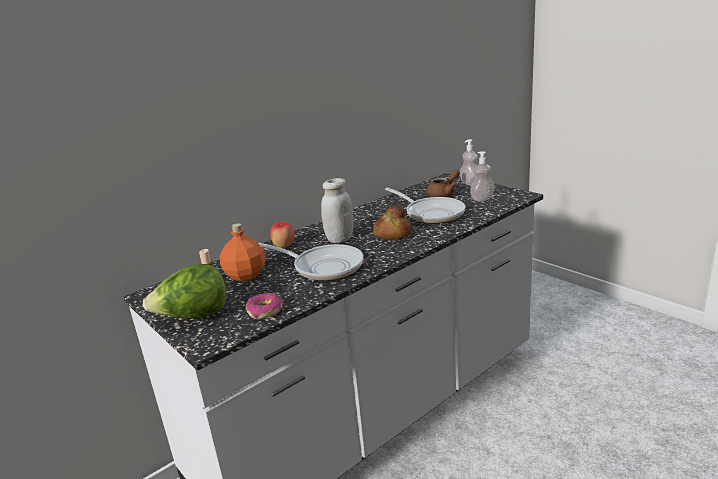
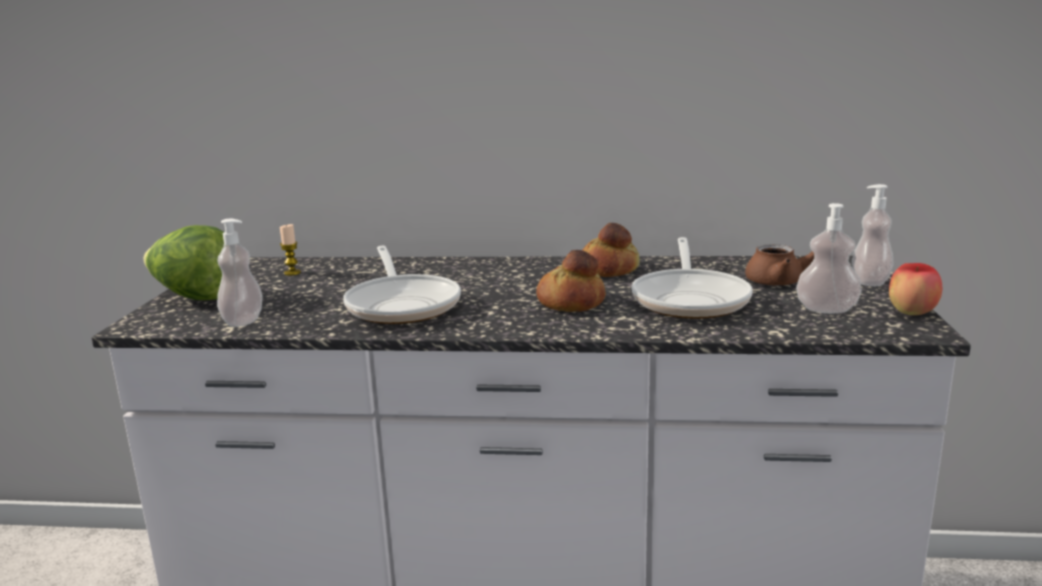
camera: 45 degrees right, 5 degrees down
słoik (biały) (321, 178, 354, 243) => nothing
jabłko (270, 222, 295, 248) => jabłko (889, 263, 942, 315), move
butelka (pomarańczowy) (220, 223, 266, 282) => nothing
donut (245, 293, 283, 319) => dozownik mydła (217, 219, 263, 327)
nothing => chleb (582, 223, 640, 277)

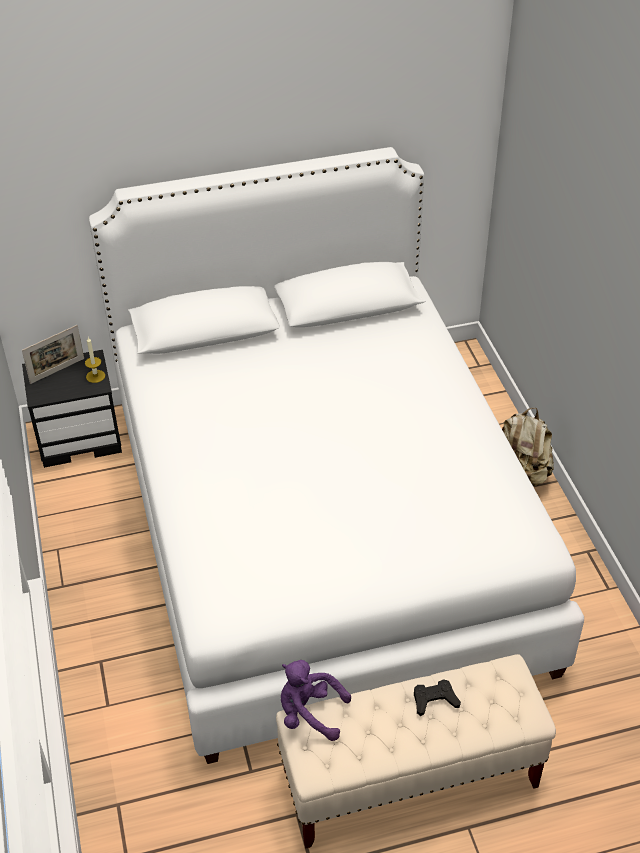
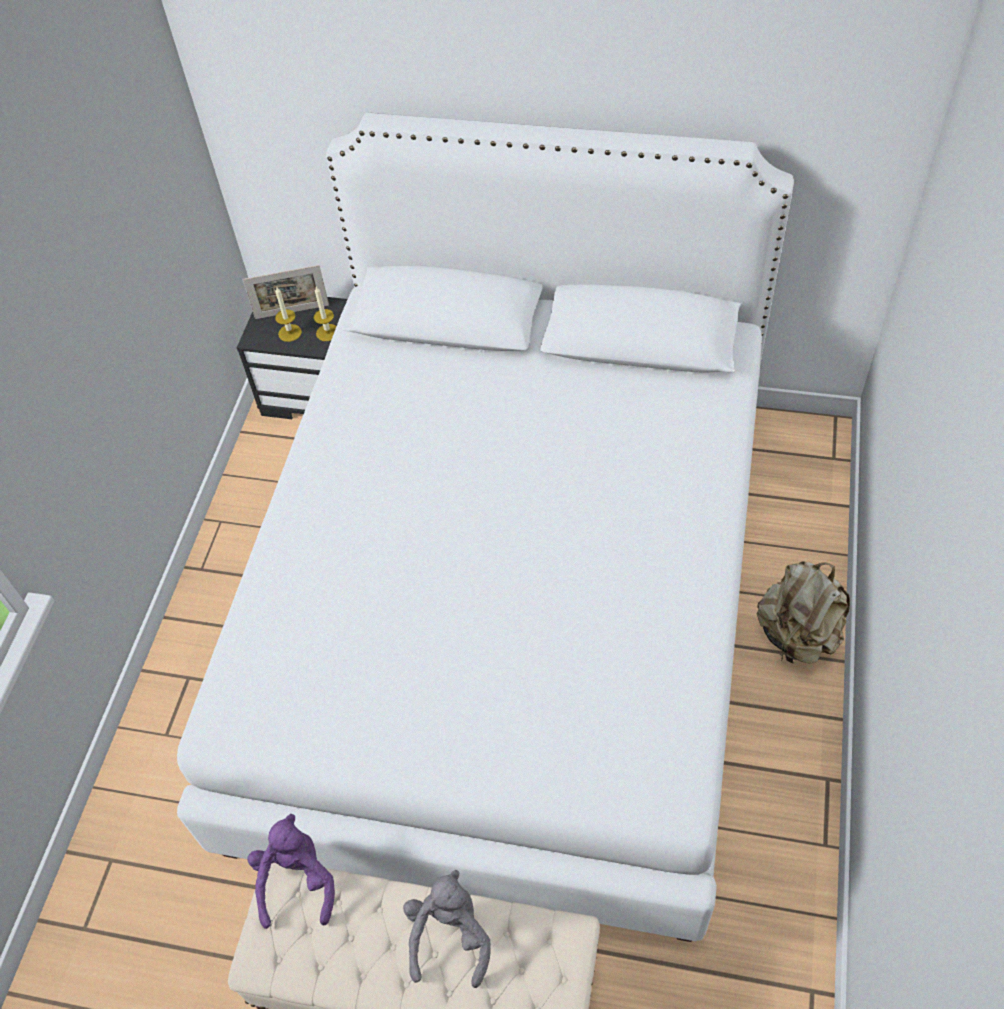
camera: 30 degrees right, 10 degrees up
pluszak (fioletowy) (281, 660, 351, 741) => pluszak (fioletowy) (247, 814, 335, 929), 45 degrees clockwise
pad do gier (czarny) (414, 680, 461, 716) => pluszak (szary) (403, 869, 491, 988)
nothing => świeca (275, 287, 302, 342)

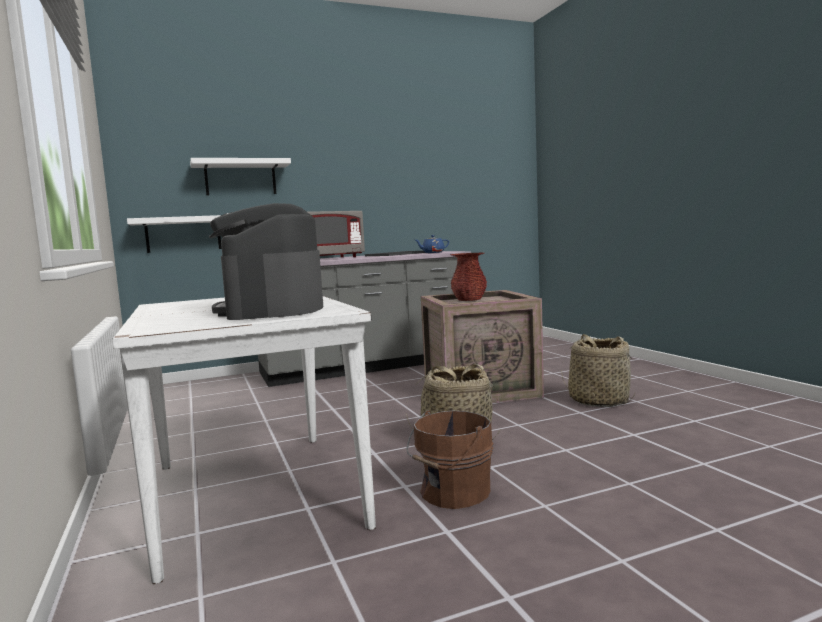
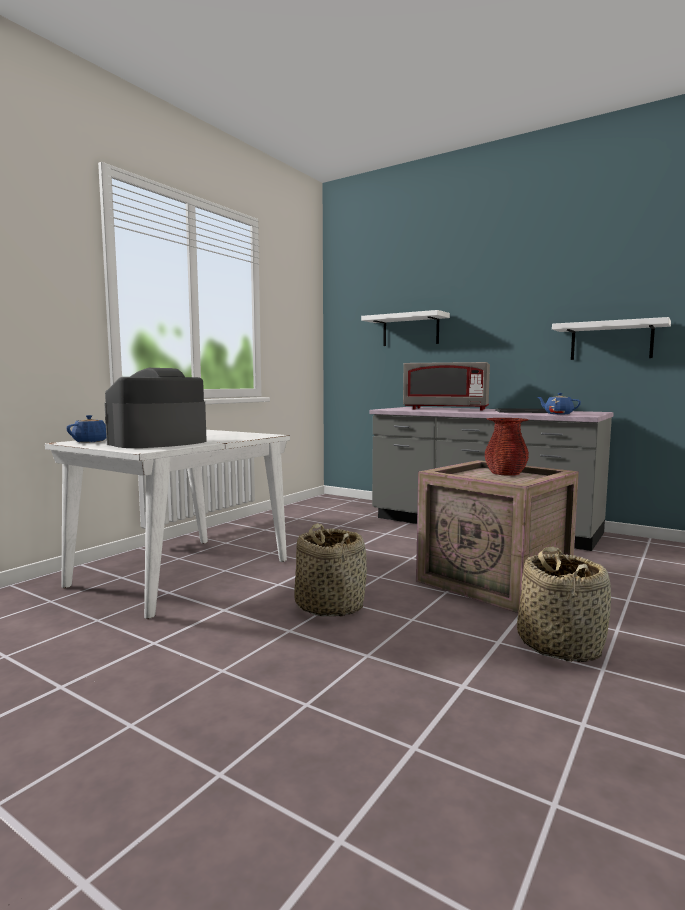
camera: 55 degrees right, 0 degrees up
półka (biały) (127, 215, 222, 253) => półka (biały) (552, 317, 671, 360), move
wiadro (brązowy) (406, 410, 494, 509) => nothing
nothing => imbryk (niebieski) (66, 415, 106, 442)

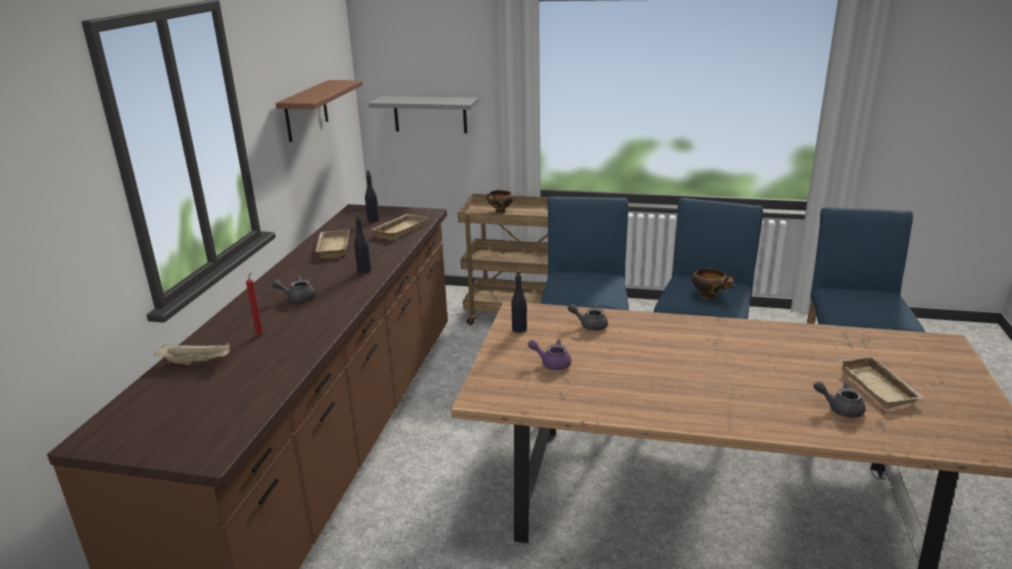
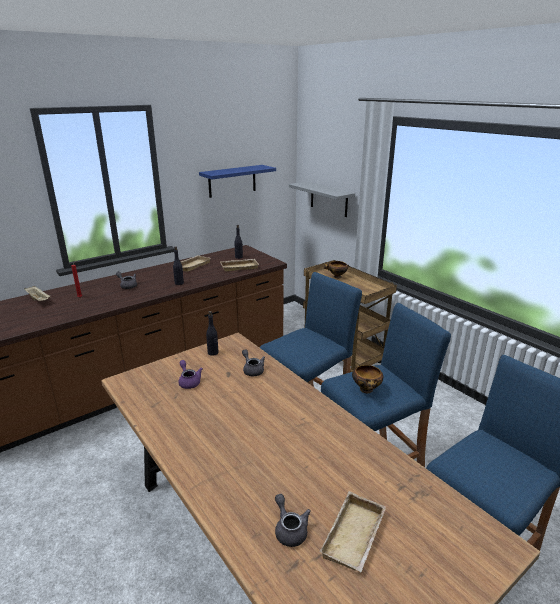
camera: 40 degrees right, 0 degrees up
półka (brązowy) (275, 80, 363, 142) => półka (niebieski) (199, 165, 276, 198)

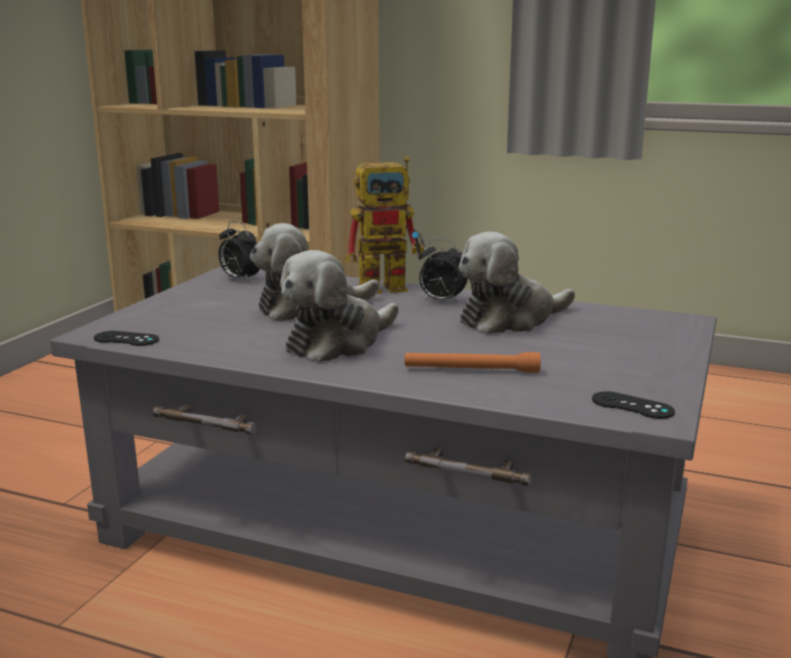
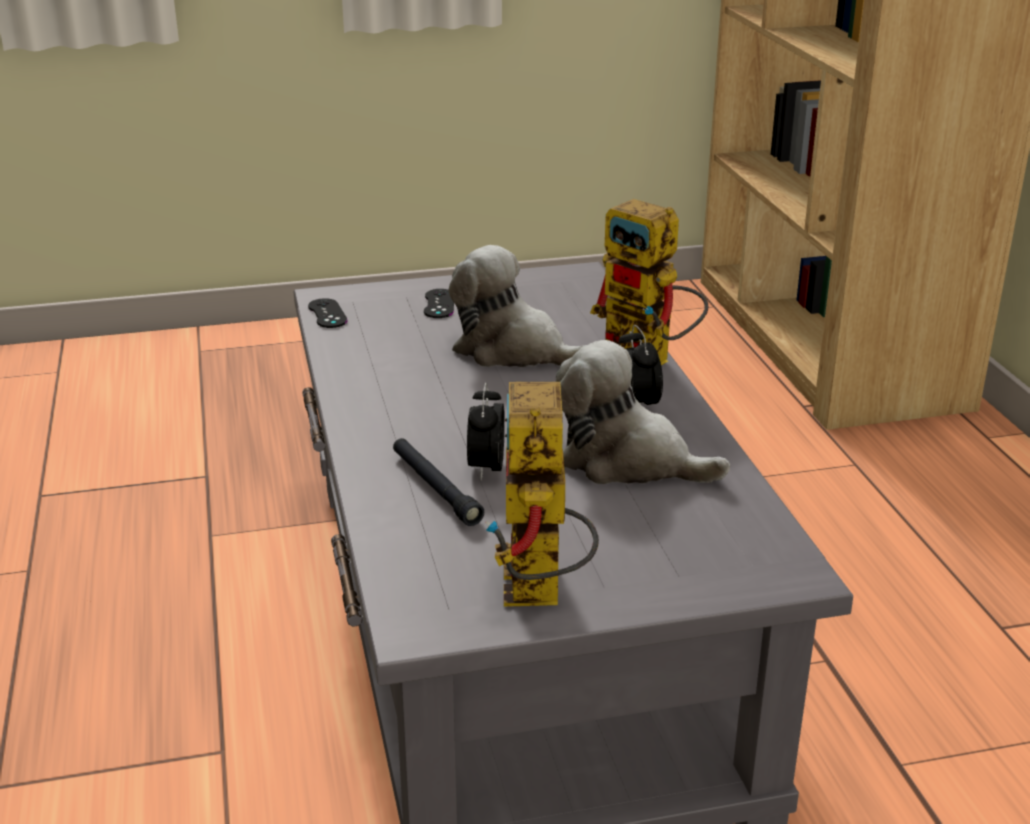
camera: 55 degrees right, 10 degrees up
budzik (219, 221, 259, 281) => budzik (467, 382, 505, 481), move
pluszak (280, 250, 399, 363) => nothing
latarka (pomarańczowy) (404, 352, 541, 373) => latarka (czarny) (393, 438, 484, 526)
pad do gier (czarny) (592, 391, 675, 419) => pad do gier (czarny) (424, 289, 454, 318), move
nothing => robot zabawkowy (485, 382, 599, 607)

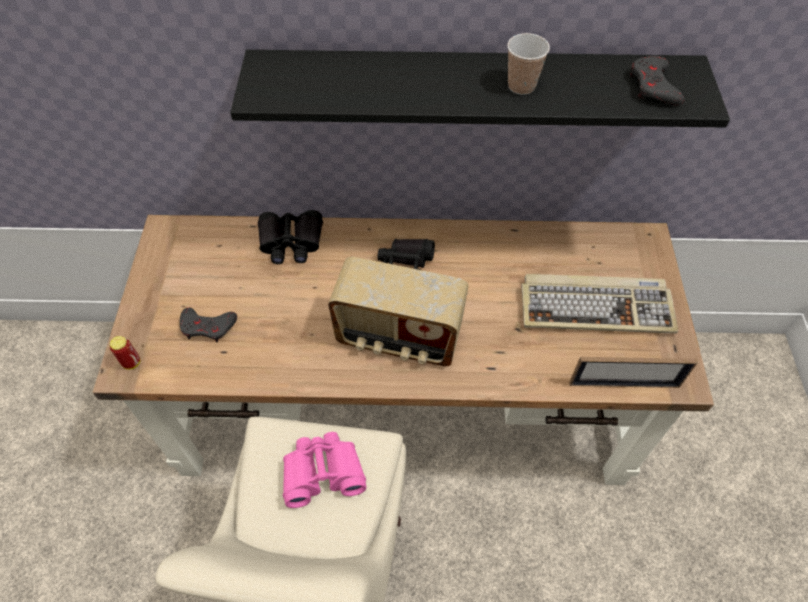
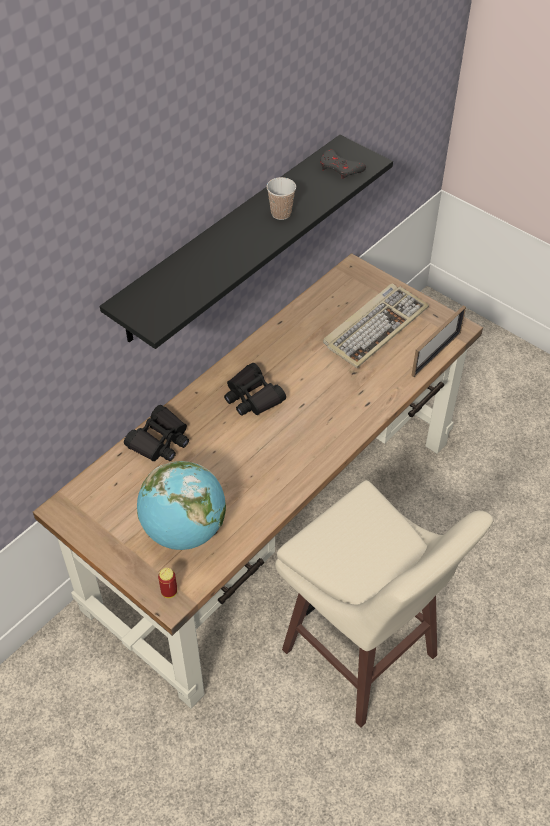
camera: 50 degrees left, 5 degrees down
radio (328, 257, 469, 366) => nothing
pad do gier (szary) (180, 307, 237, 342) => globus (137, 461, 226, 550)
lornetka (różowy) (283, 432, 366, 508) => nothing

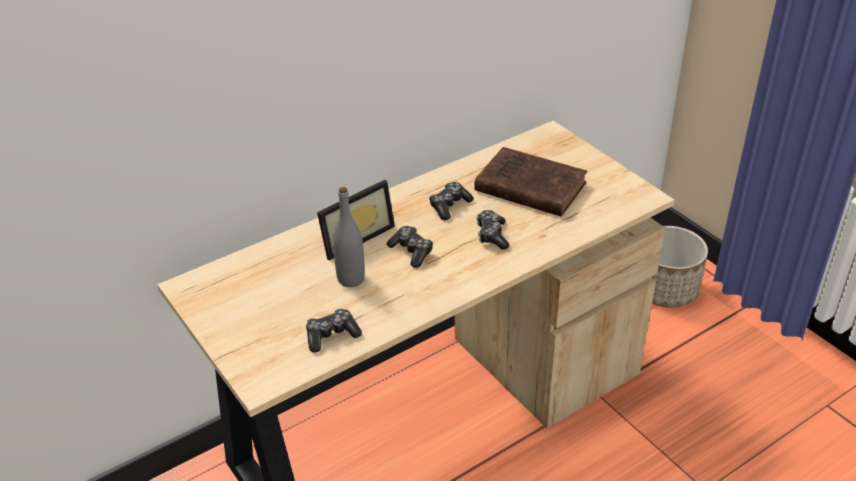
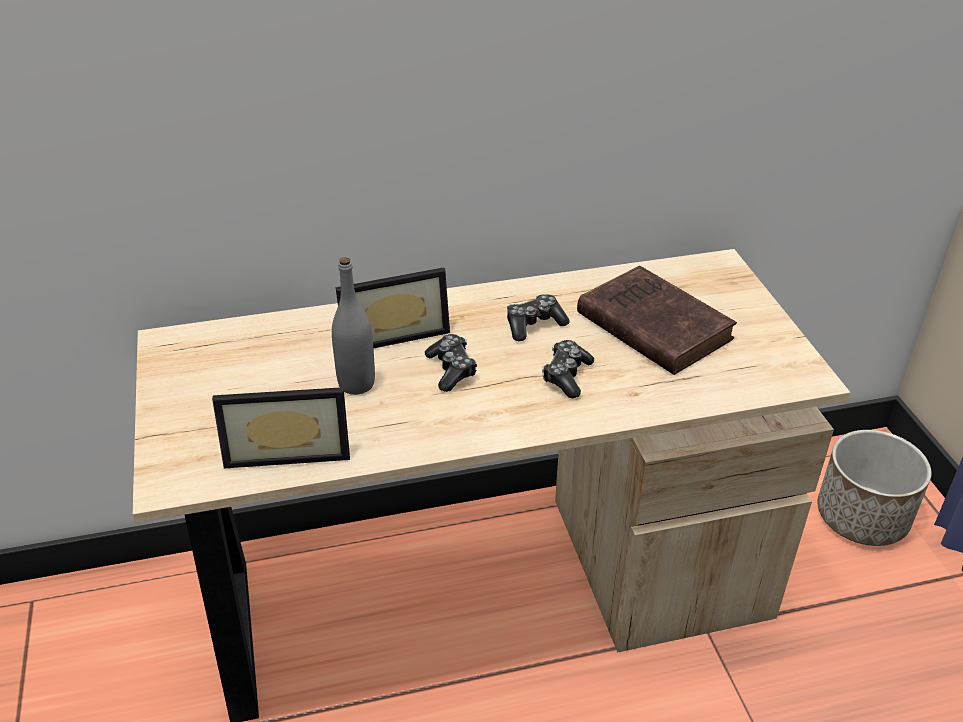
camera: 20 degrees right, 0 degrees up
pad do gier (306, 308, 362, 353) => ramka na zdjęcie (212, 387, 350, 469)

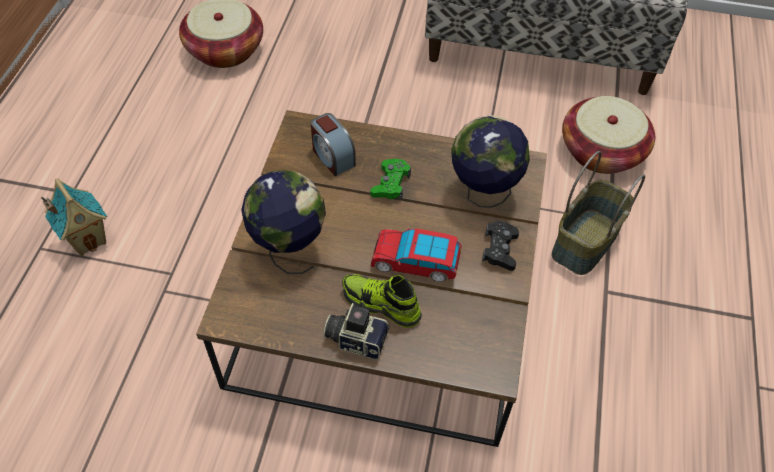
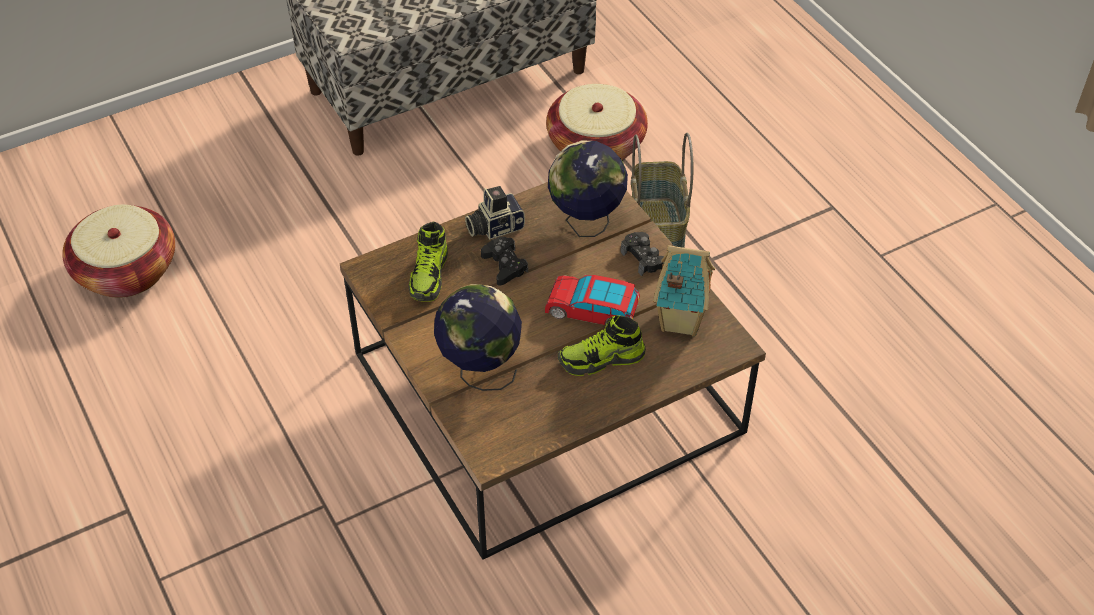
camera: 40 degrees left, 5 degrees down
budzik (311, 113, 356, 176) => but (409, 222, 448, 302)
pad do gier (zielony) (370, 159, 411, 201) => pad do gier (czarny) (481, 237, 528, 286)
domek (41, 178, 107, 256) => domek (653, 245, 715, 337), move
samochodzik (371, 228, 462, 282) => samochodzik (545, 275, 640, 325), 45 degrees clockwise
aparat fotograficzny (323, 303, 390, 359) => aparat fotograficzny (465, 186, 525, 240), move

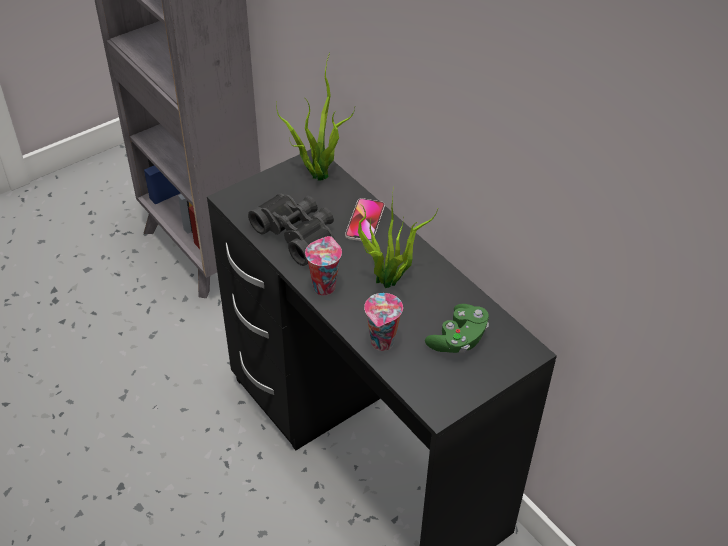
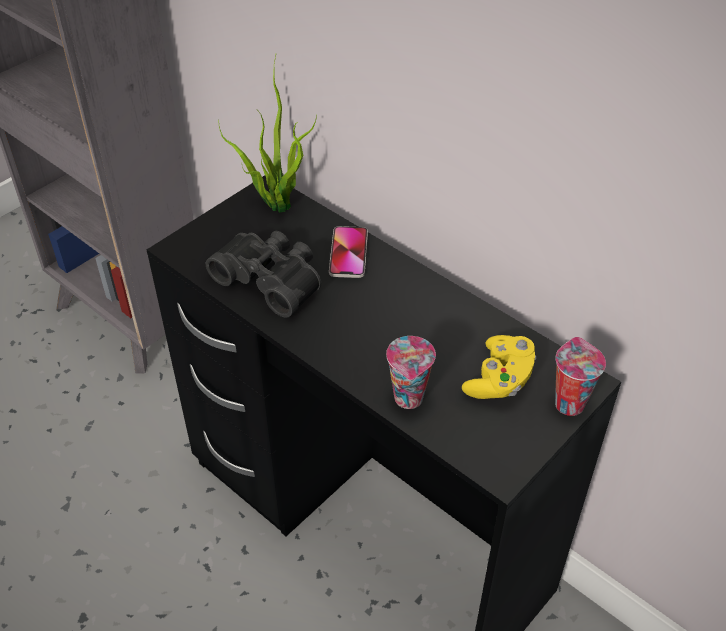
camera: 10 degrees left, 0 degrees up
roślina doniczkowa (358, 186, 438, 288) => nothing
filiżanka (305, 236, 342, 296) => filiżanka (555, 337, 606, 416), move
pad do gier (zielony) (425, 304, 489, 353) => pad do gier (żółty) (462, 335, 536, 399)

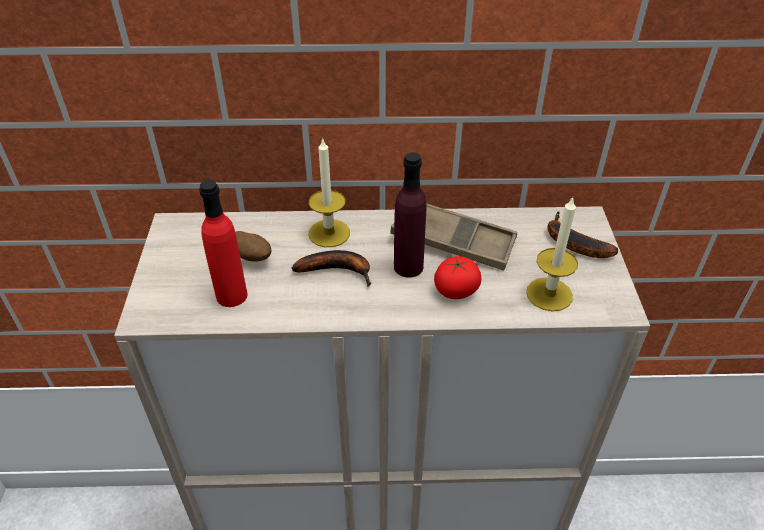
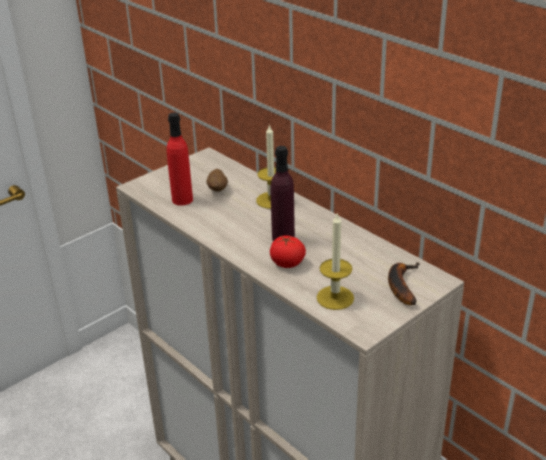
camera: 50 degrees right, 10 degrees down
taca (brązowy) (390, 203, 517, 271) => nothing
banan (292, 250, 371, 287) => nothing

